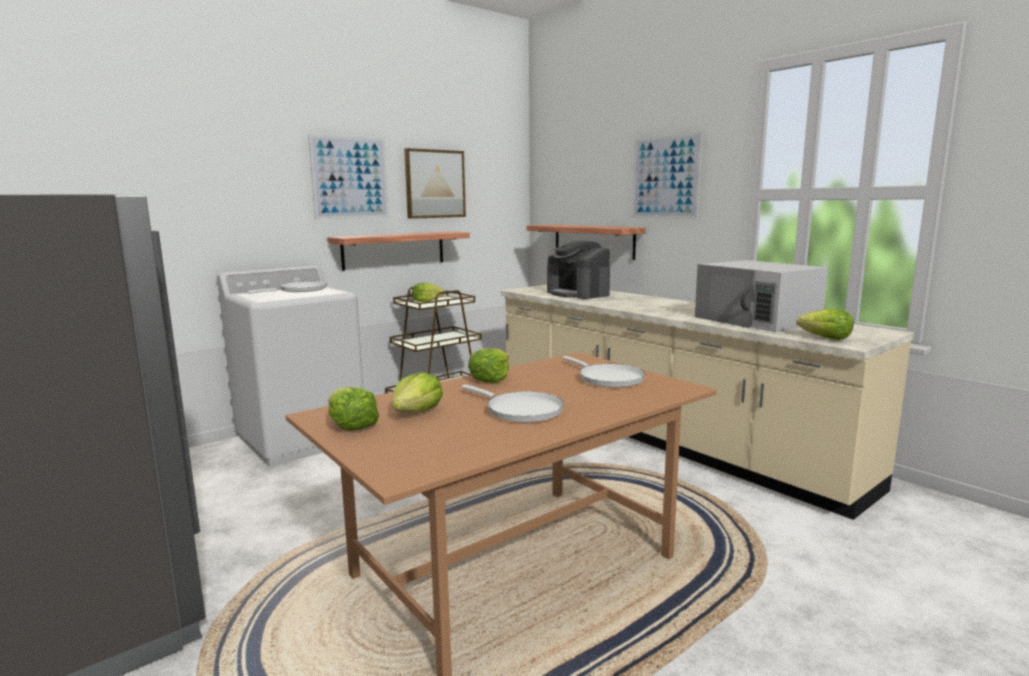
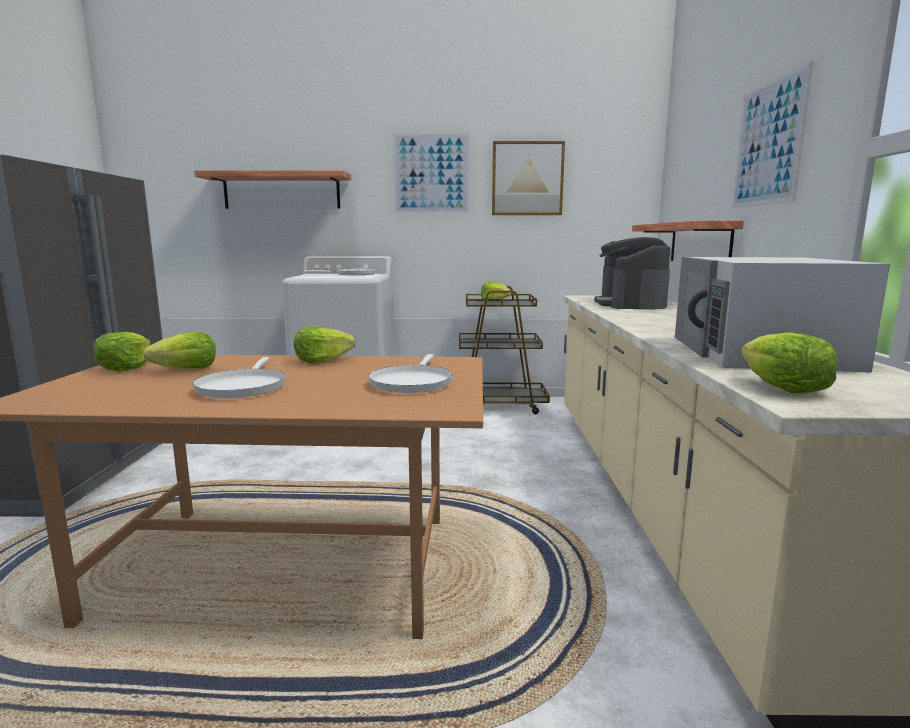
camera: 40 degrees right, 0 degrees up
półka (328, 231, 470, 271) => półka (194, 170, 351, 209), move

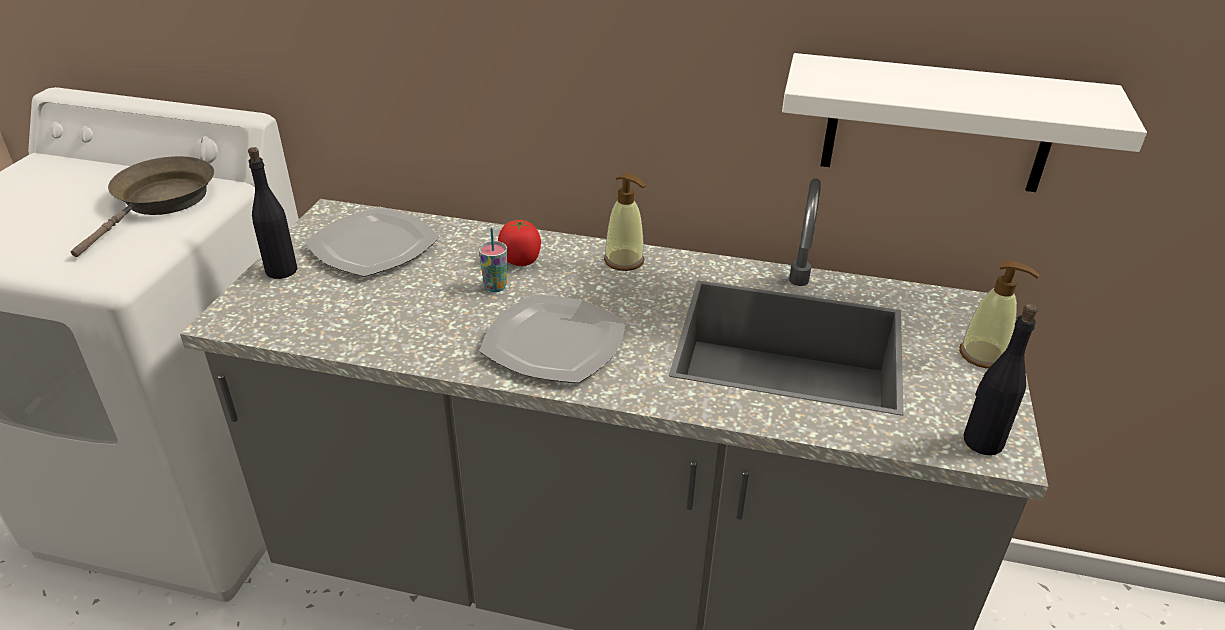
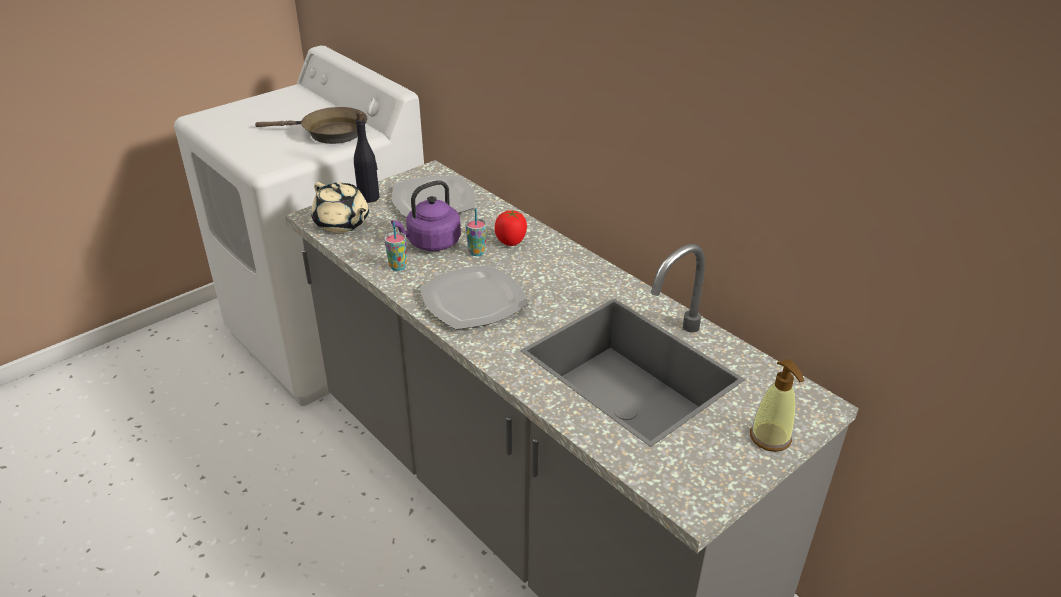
camera: 35 degrees right, 0 degrees up
półka (biały) (782, 53, 1147, 192) => nothing
patelnia (brązowy) (71, 156, 214, 257) => patelnia (brązowy) (255, 107, 367, 144), 45 degrees clockwise
dozownik mydła (604, 173, 646, 271) => nothing
butelka (czarny) (963, 304, 1038, 455) => nothing
nothing => czajnik (fioletowy) (391, 180, 461, 251)
nothing => imbryk (beżowy) (311, 182, 369, 233)
nothing => filiżanka (384, 222, 407, 271)

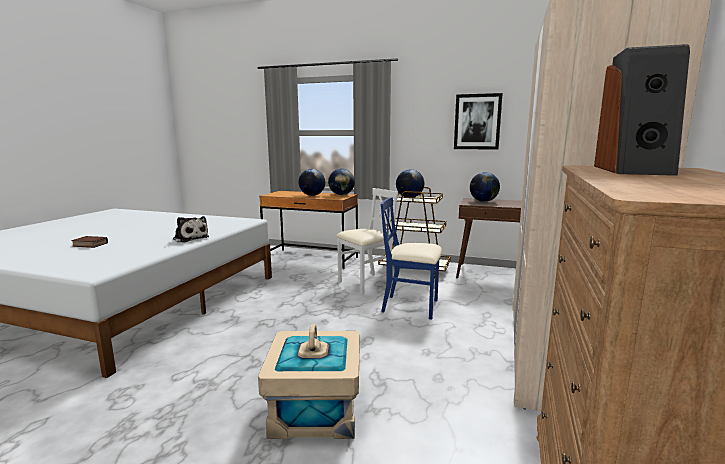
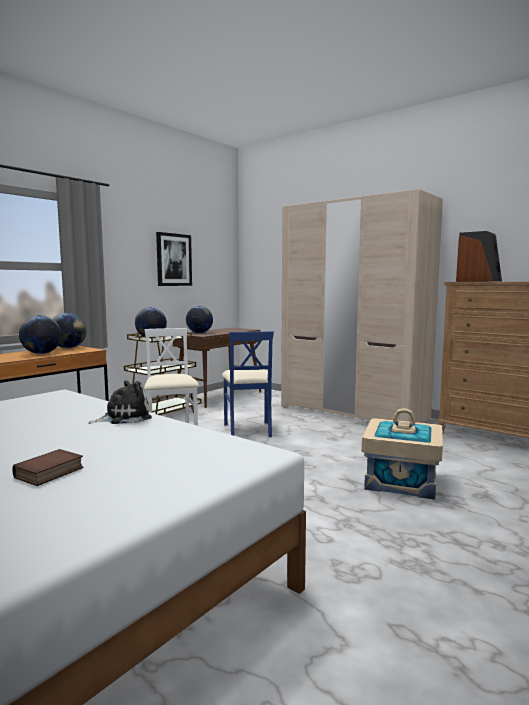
camera: 70 degrees left, 5 degrees down
krzesło (niebieski) (381, 197, 442, 320) => krzesło (niebieski) (222, 331, 274, 437), 45 degrees counterclockwise

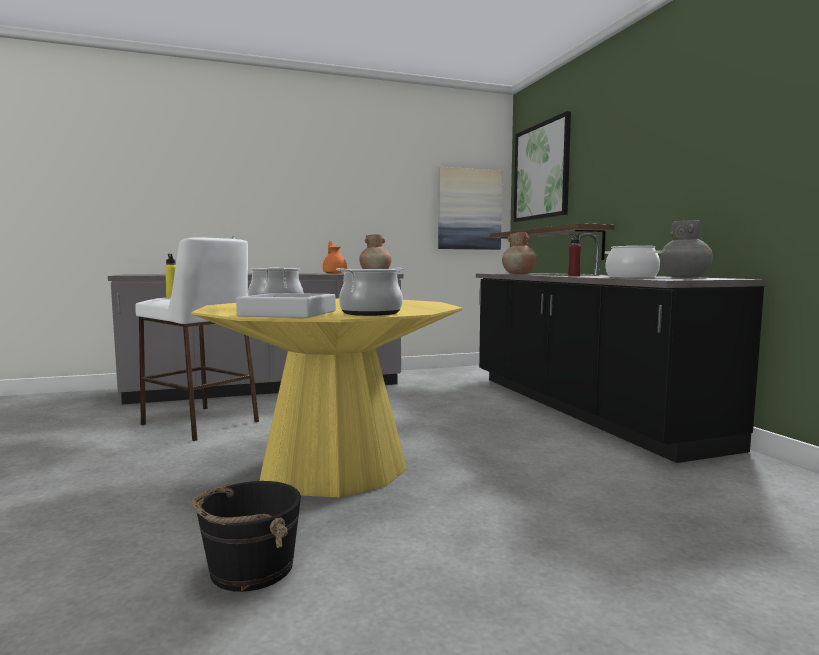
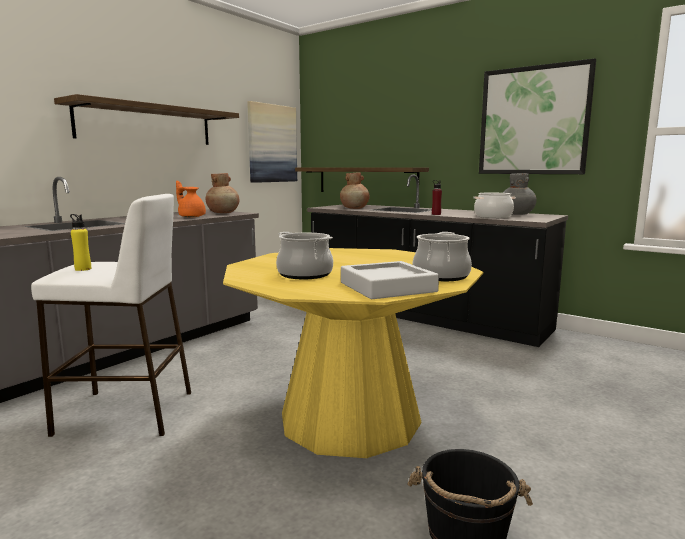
camera: 35 degrees left, 5 degrees up
obraz (514, 111, 571, 222) => obraz (479, 58, 596, 174), move
nothing => półka (54, 94, 239, 145)

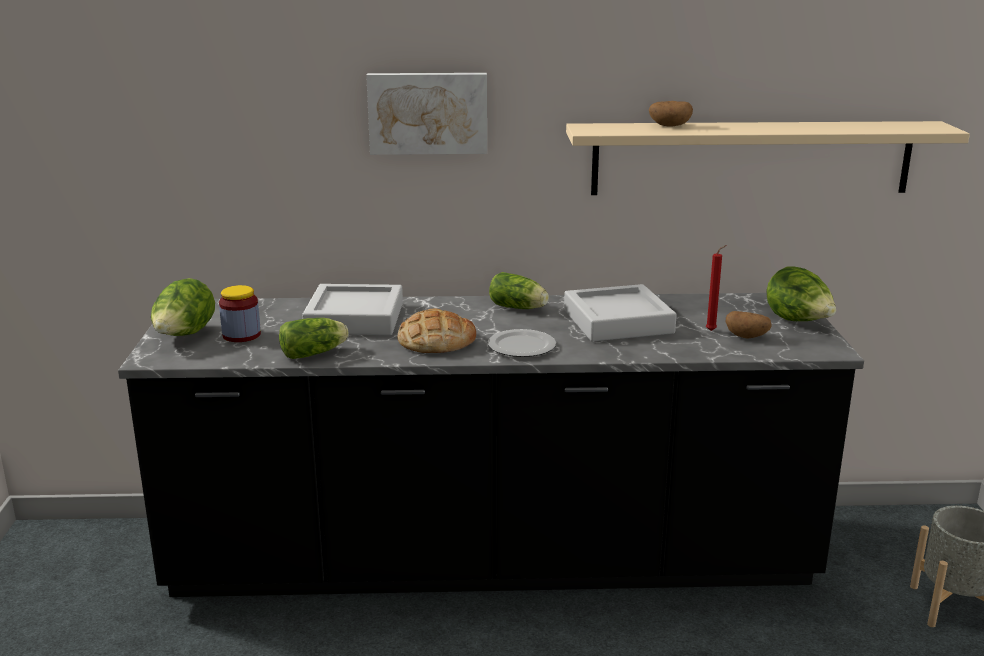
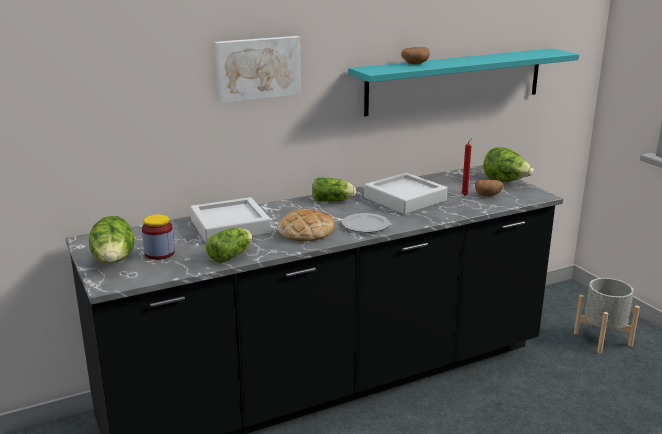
camera: 25 degrees left, 0 degrees up
półka (beżowy) (566, 121, 970, 195) => półka (turkusowy) (348, 49, 579, 116)

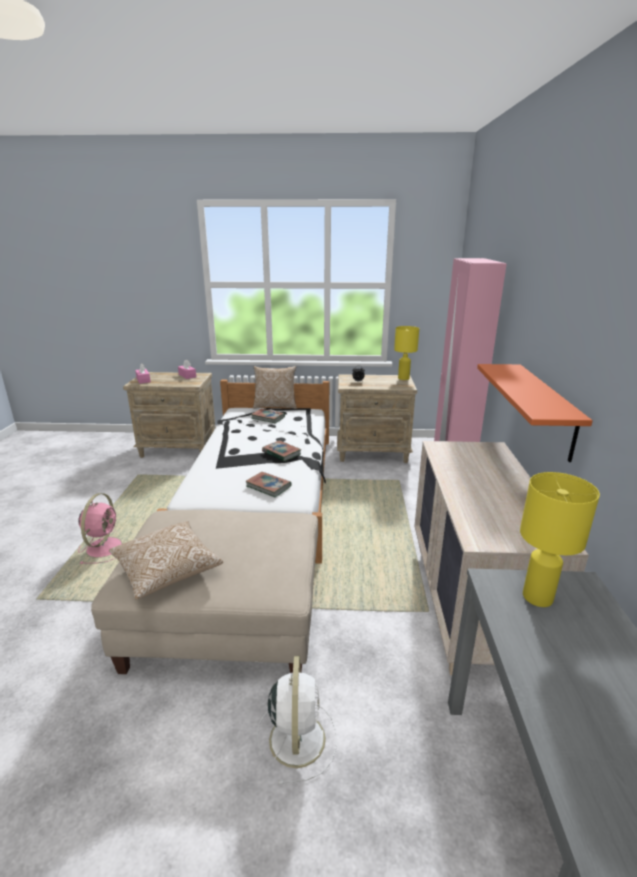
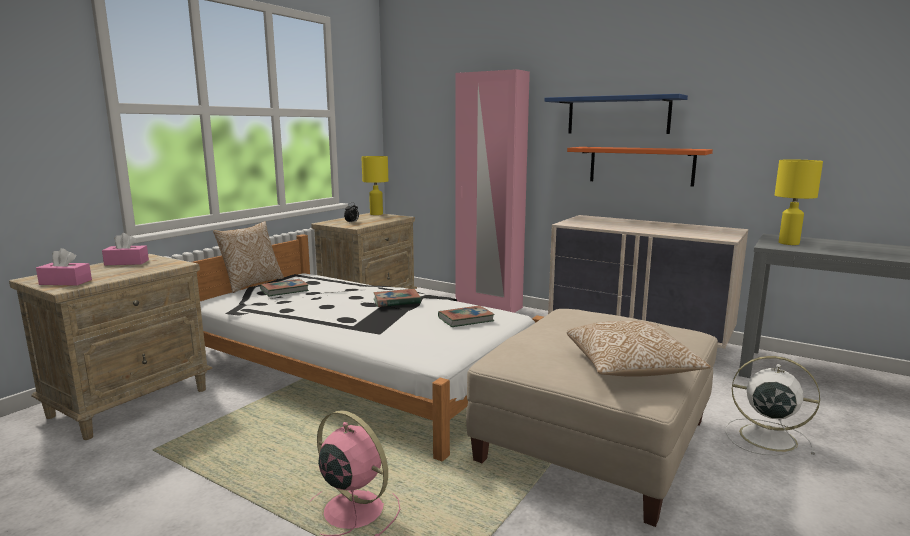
camera: 60 degrees left, 10 degrees down
nothing => półka (niebieski) (544, 94, 688, 134)

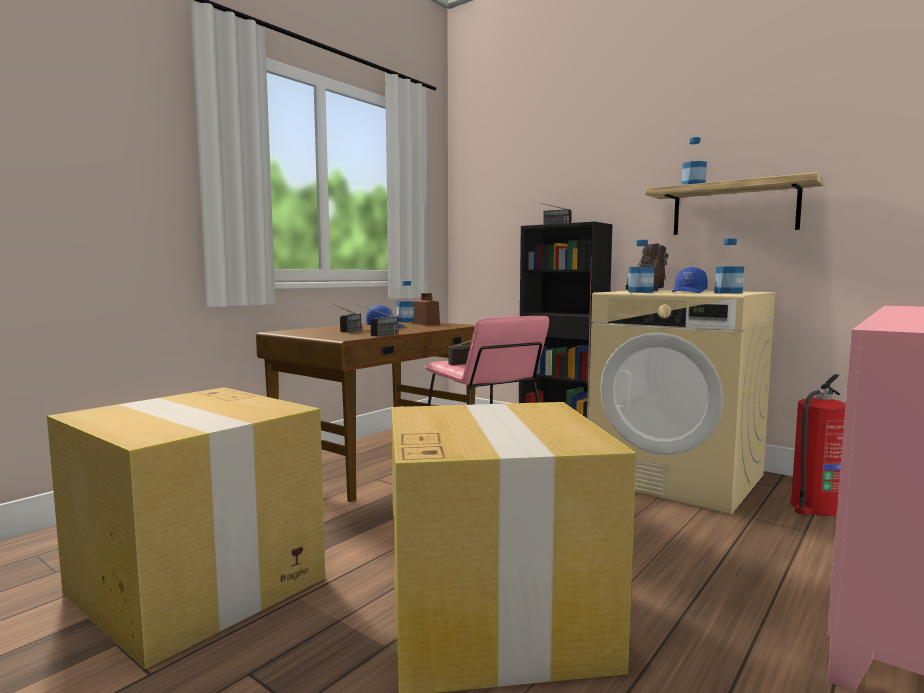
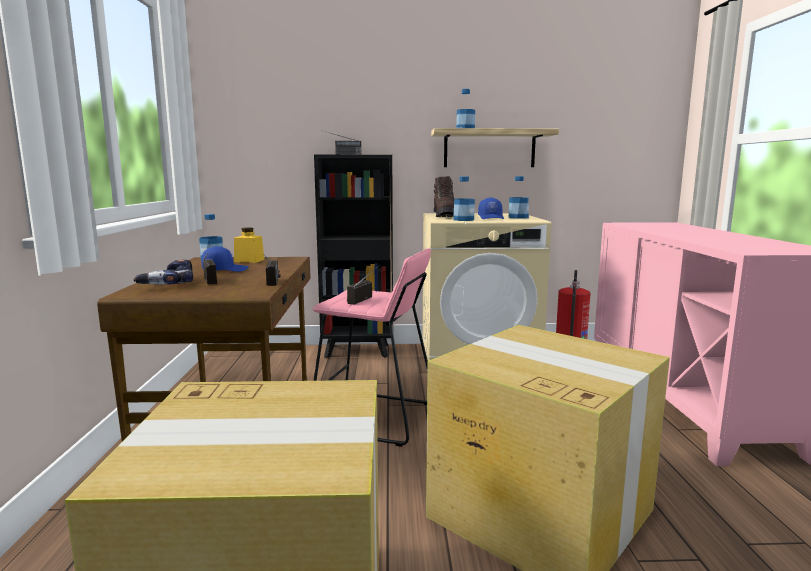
camera: 40 degrees left, 5 degrees up
słoik (brązowy) (413, 293, 440, 325) => słoik (żółty) (234, 227, 264, 263)
nothing => wiertarka (134, 260, 193, 285)

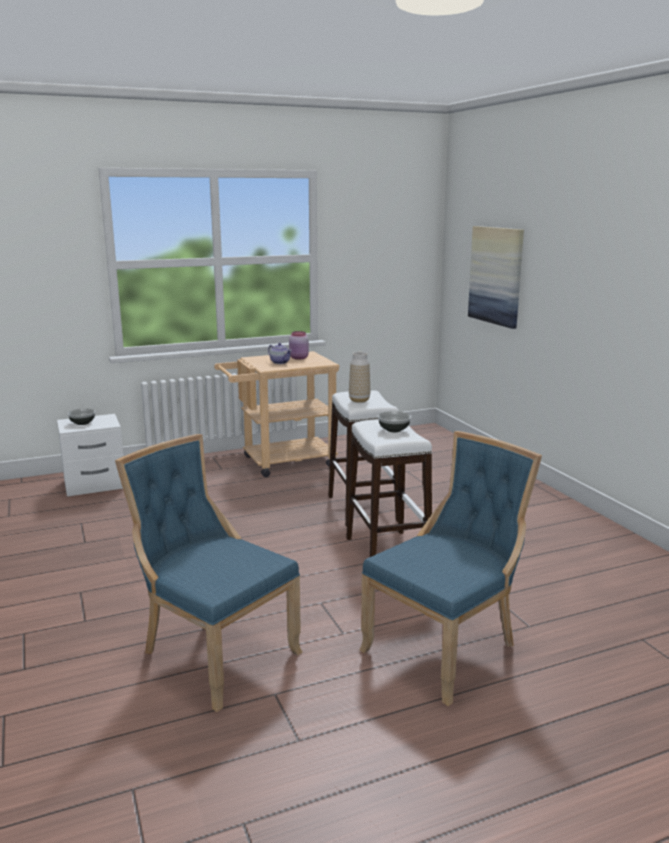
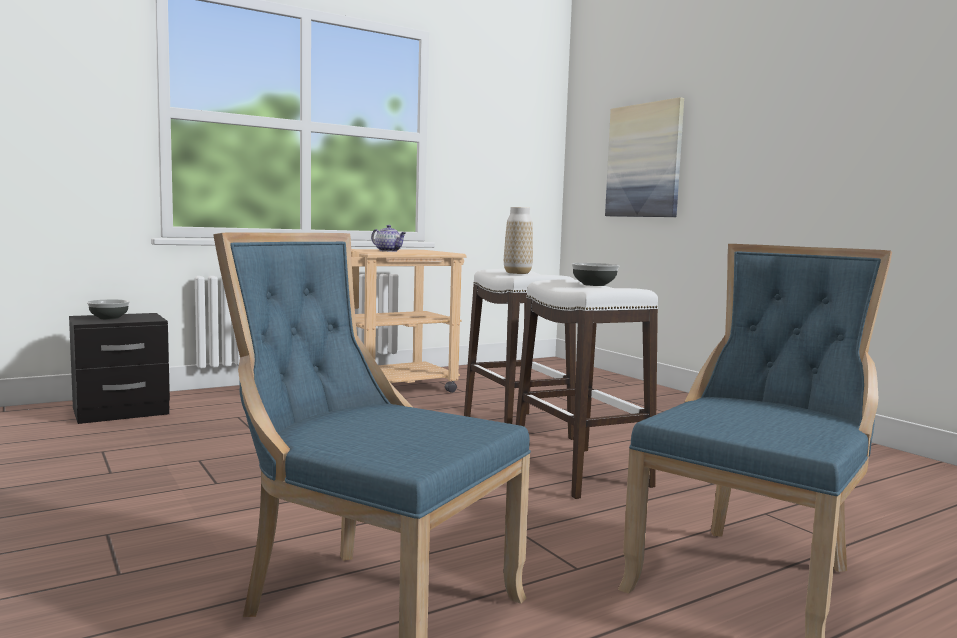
camera: 10 degrees left, 10 degrees down
słoik (różowy) (289, 331, 309, 360) => nothing
szafka nocna (biały) (57, 414, 123, 497) => szafka nocna (czarny) (69, 313, 170, 424)

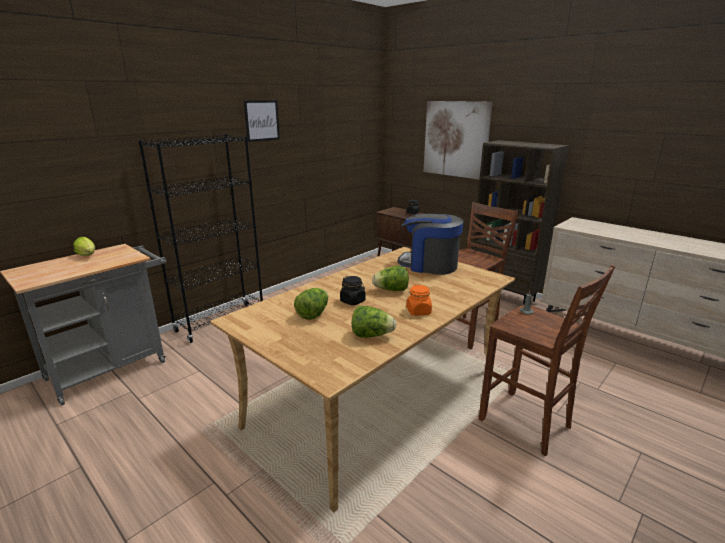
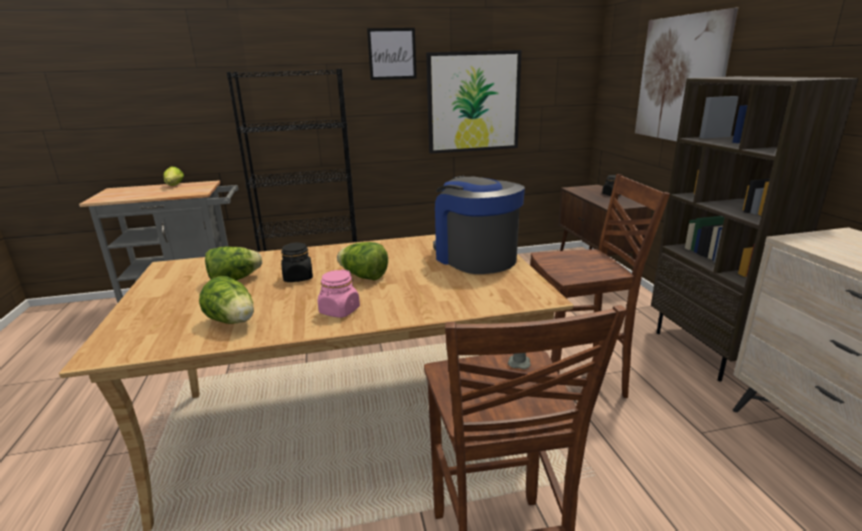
camera: 35 degrees right, 0 degrees up
słoik (pomarańczowy) (407, 285, 432, 316) => słoik (różowy) (318, 270, 360, 318)
nothing => obraz (426, 50, 522, 154)

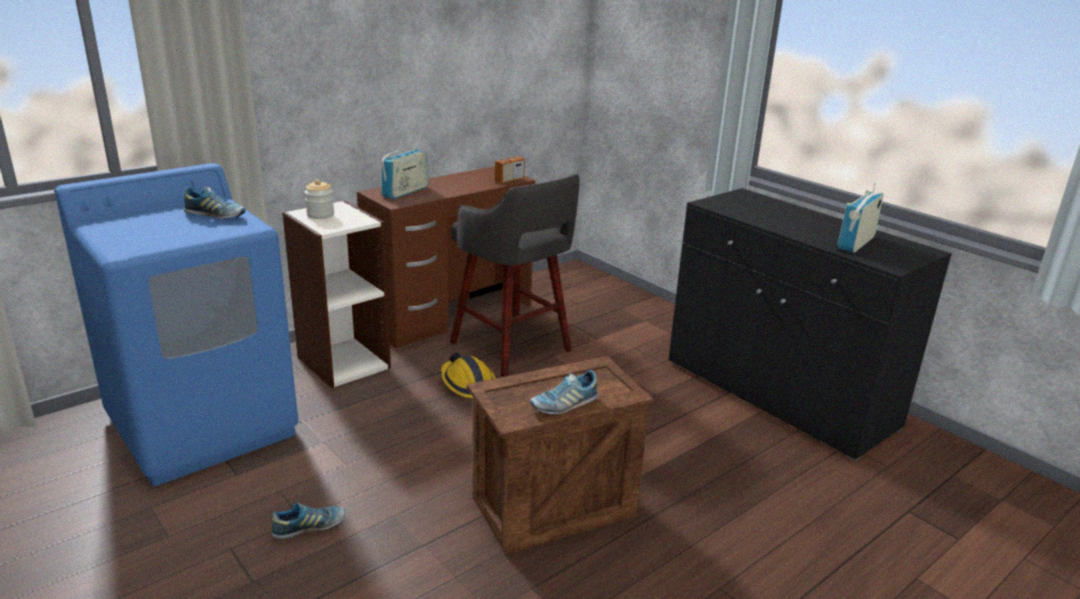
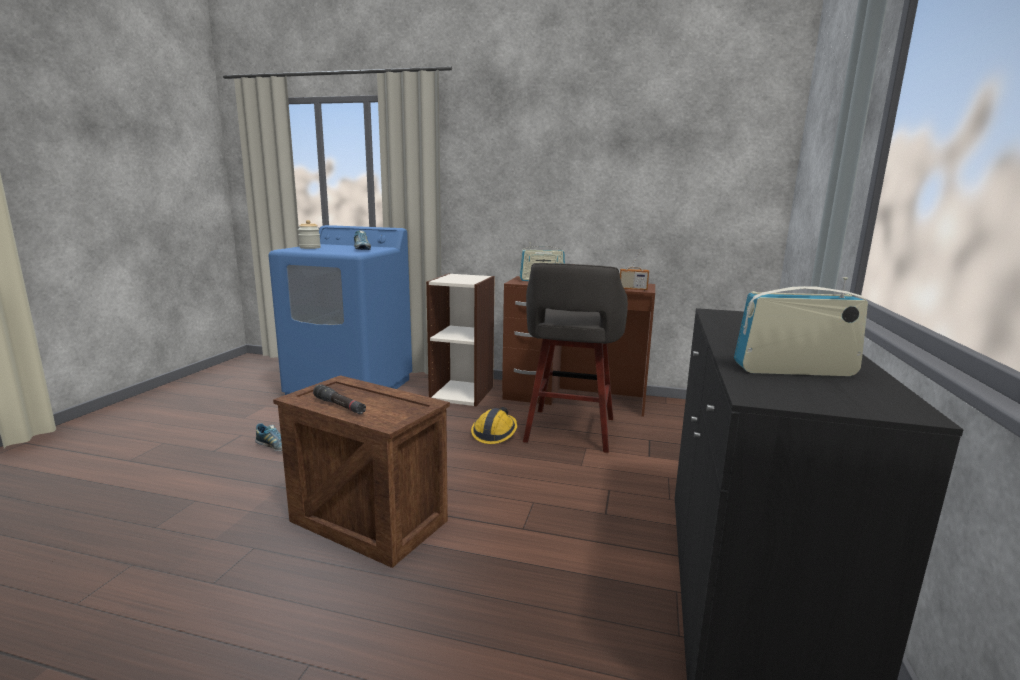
camera: 55 degrees right, 10 degrees down
słoik (305, 179, 334, 219) => słoik (298, 220, 321, 249), move
but (530, 370, 598, 414) => latarka (czarny) (313, 384, 366, 414)

